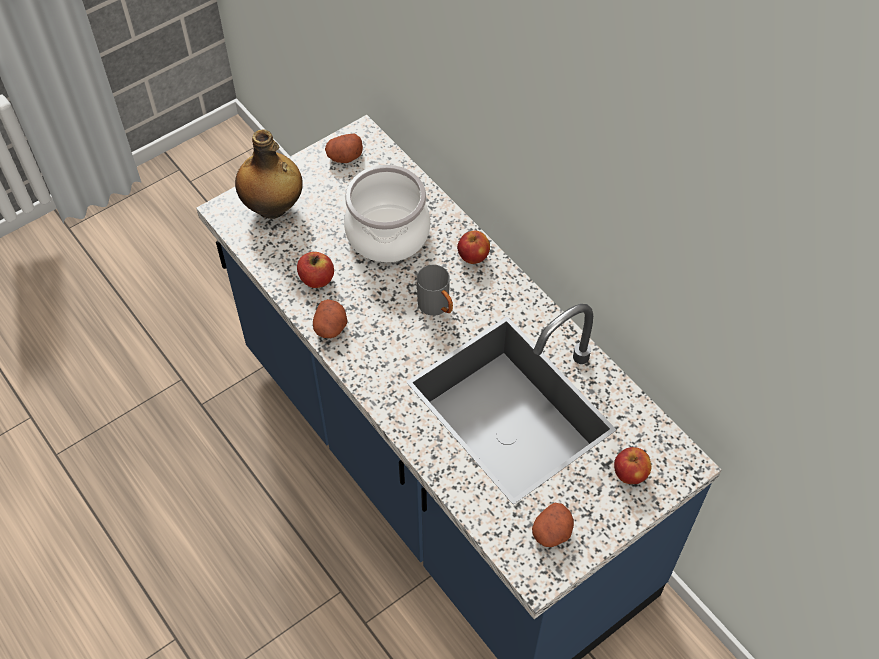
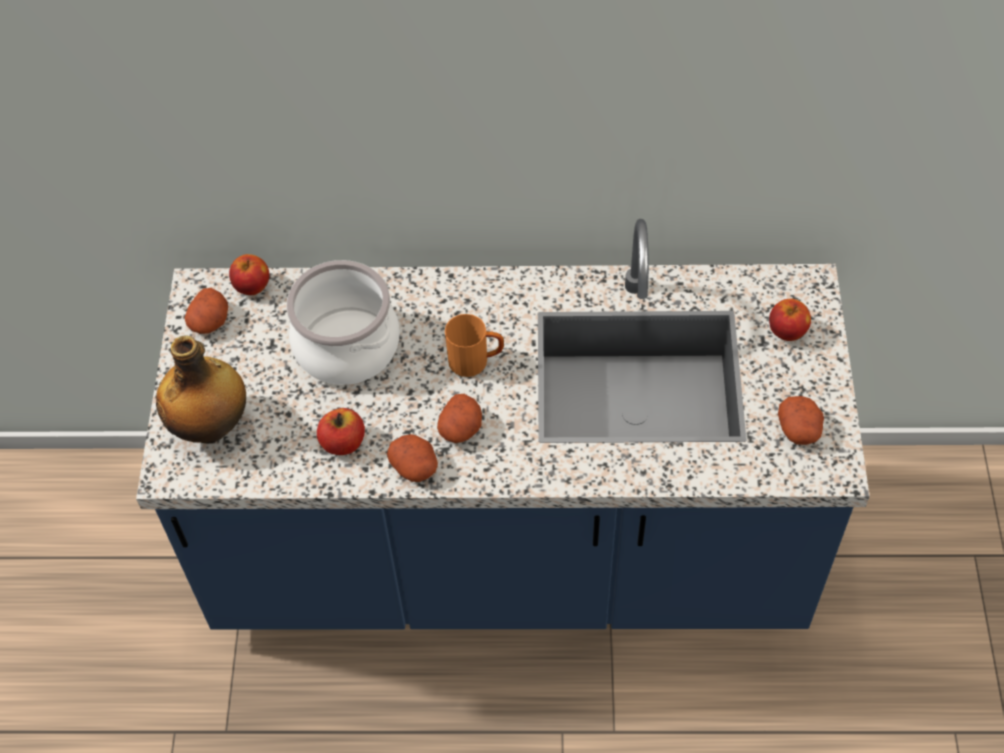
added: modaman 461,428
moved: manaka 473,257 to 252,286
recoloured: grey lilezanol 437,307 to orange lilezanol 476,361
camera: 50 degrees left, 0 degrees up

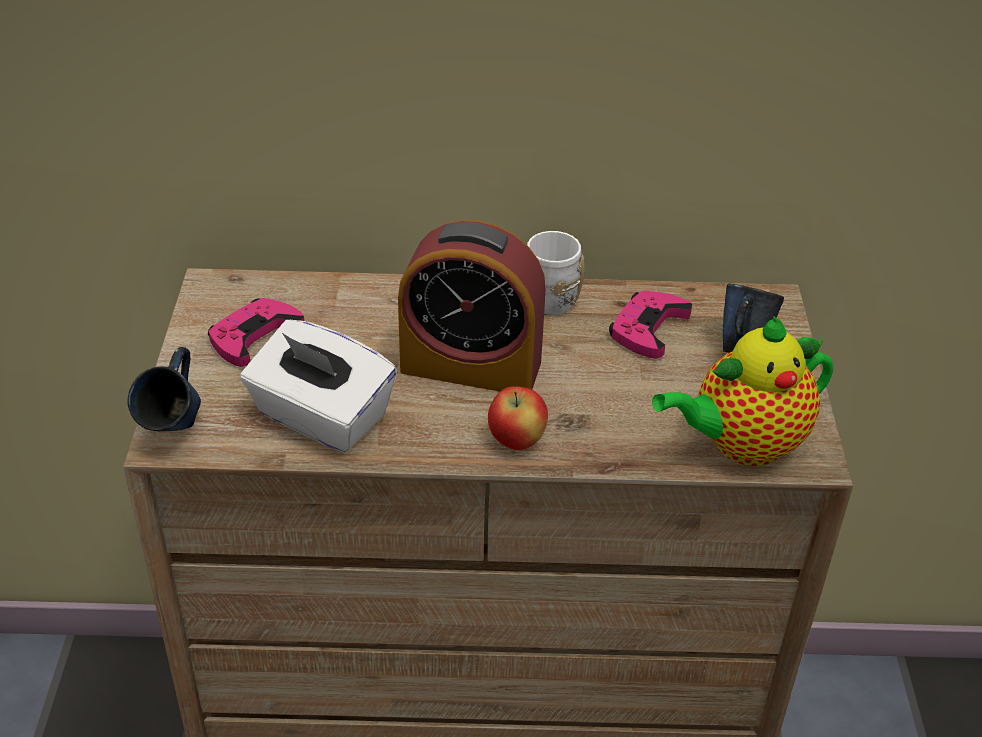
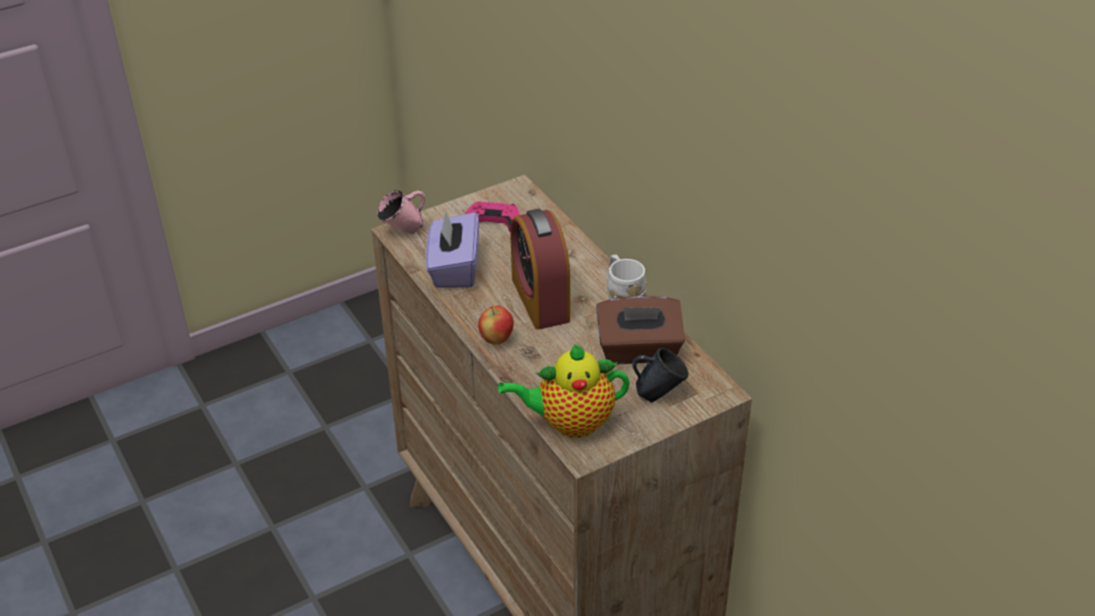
replaced: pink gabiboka 648,328 to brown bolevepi 639,351
recoloured: blue lilezanol 176,433 to pink lilezanol 404,232; white bolevepi 321,417 to purple bolevepi 454,269
turned: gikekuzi 741,444 = 570,422 45 degrees counterclockwise
camera: 60 degrees right, 0 degrees up

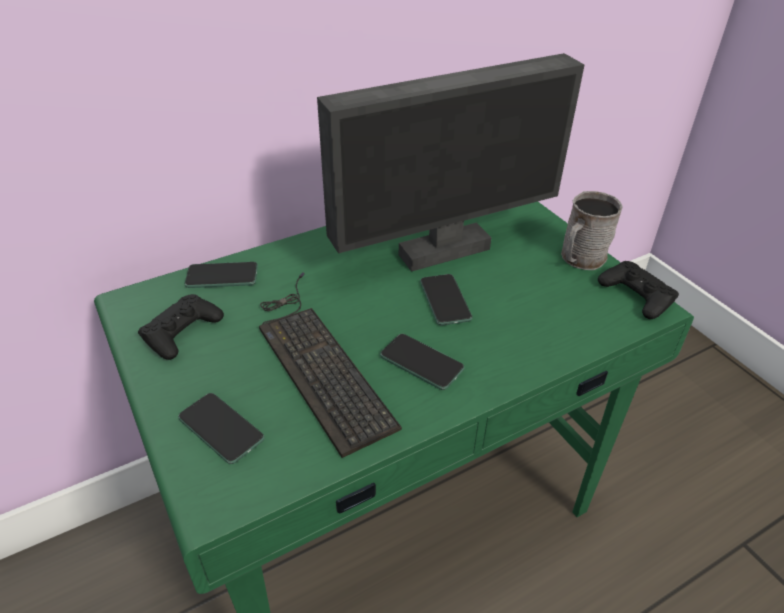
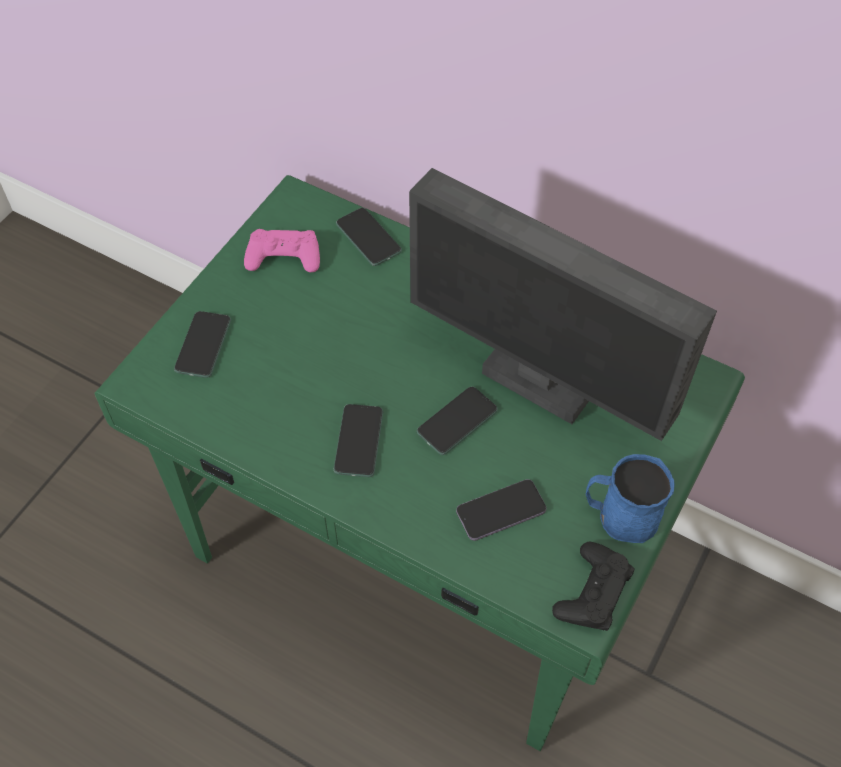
removed: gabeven 317,359
added: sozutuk 501,511
recoloured: black gabiboka 182,332 to pink gabiboka 284,256; grey lilezanol 580,259 to blue lilezanol 620,516
camera: 60 degrees right, 15 degrees up

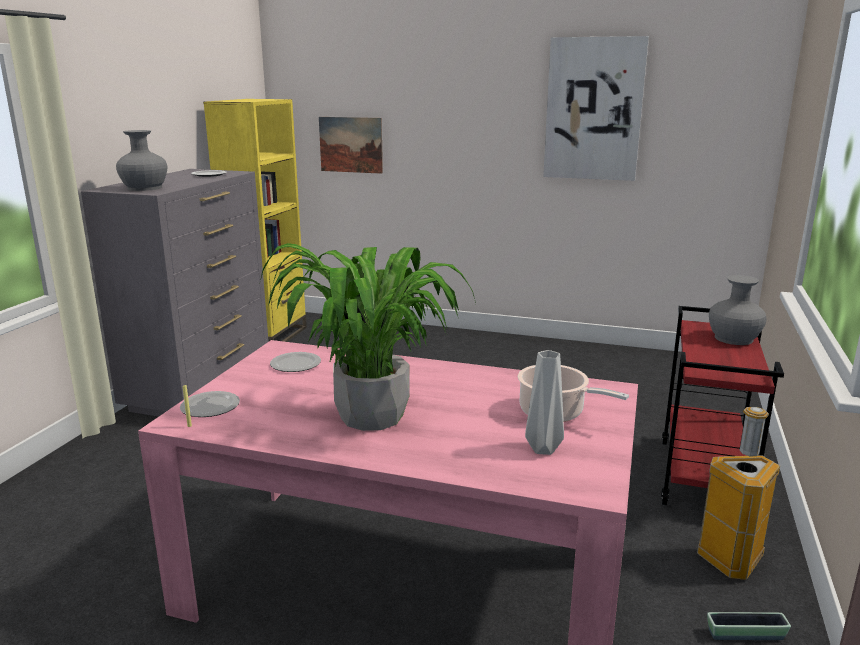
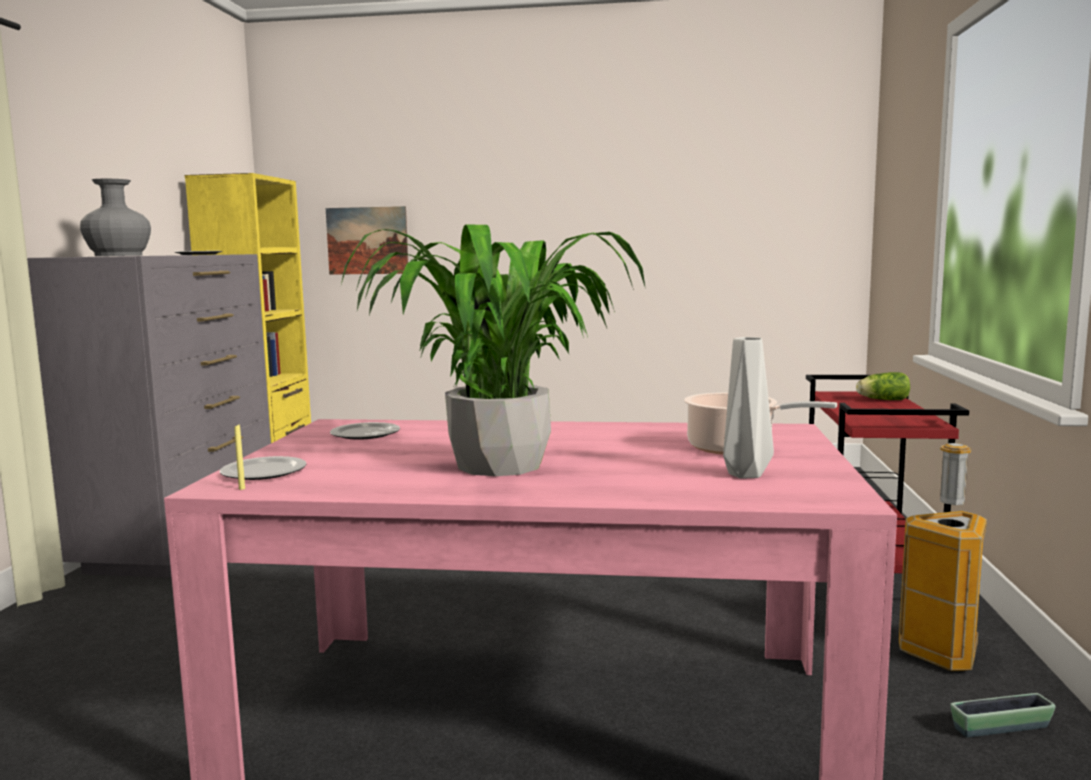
removed: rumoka 593,109
replaced: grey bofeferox 733,338 to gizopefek 881,400
camera: 10 degrees left, 10 degrees down

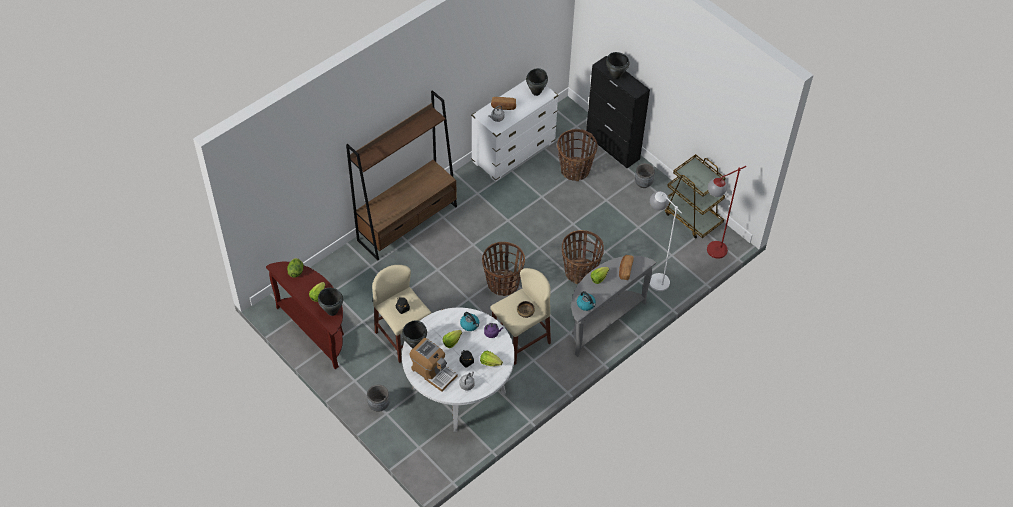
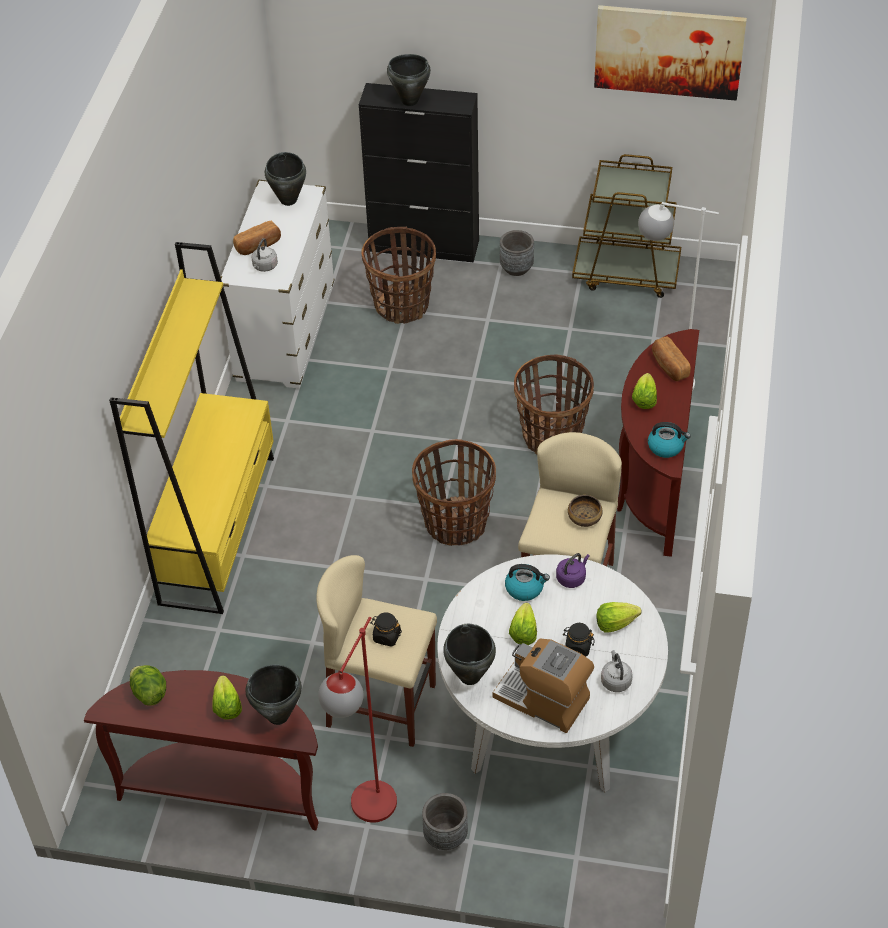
added: rumoka 668,51
moved: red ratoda 710,253 to 367,816
recoloured: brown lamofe 407,223 to yellow lamofe 218,528; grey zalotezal 602,321 to brown zalotezal 653,484
turned: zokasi 433,372 = 543,699 150 degrees counterclockwise
camera: 35 degrees left, 5 degrees down

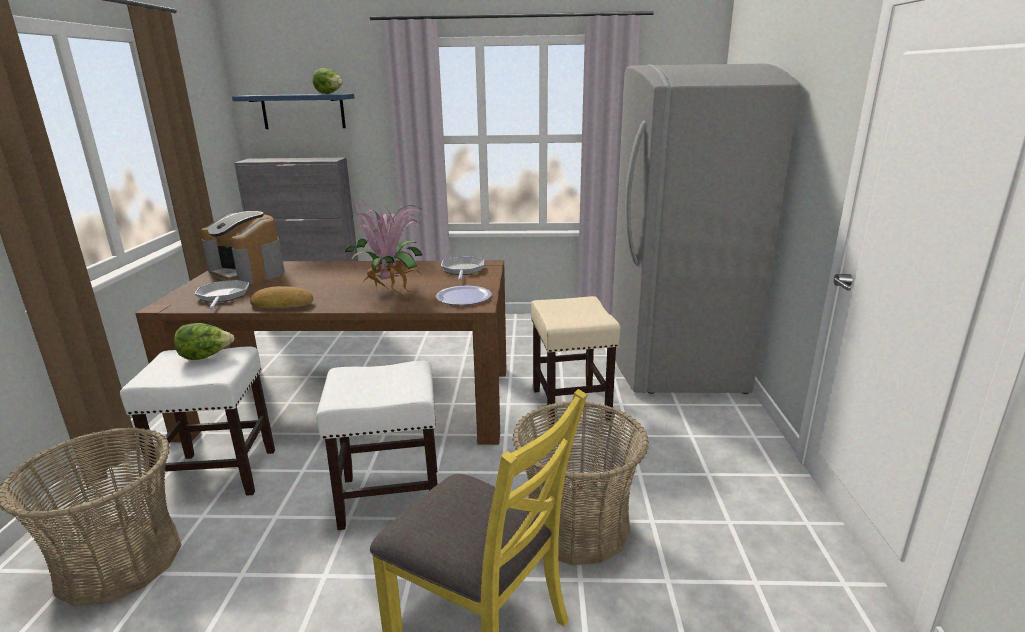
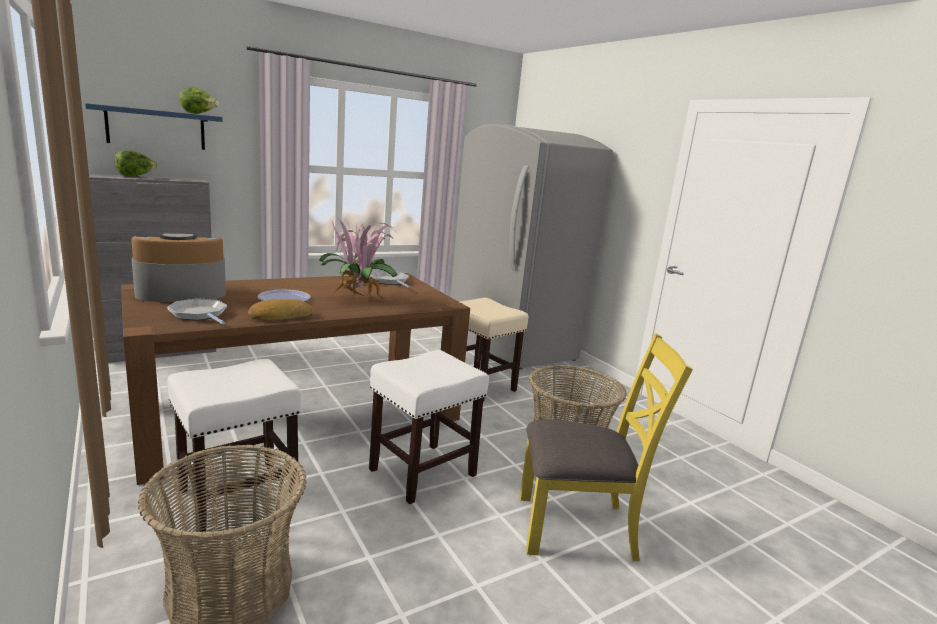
moved: gizopefek 206,357 to 135,176; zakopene 463,297 to 284,298
turned: zokasi 248,272 = 181,293 150 degrees clockwise
camera: 35 degrees left, 5 degrees down

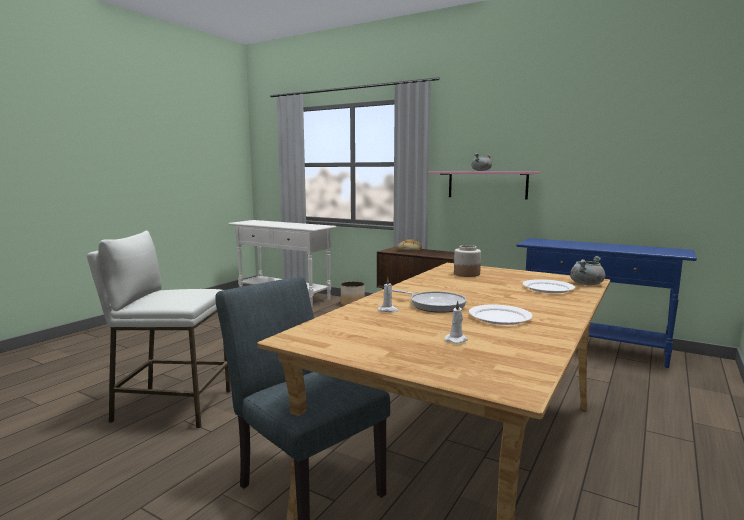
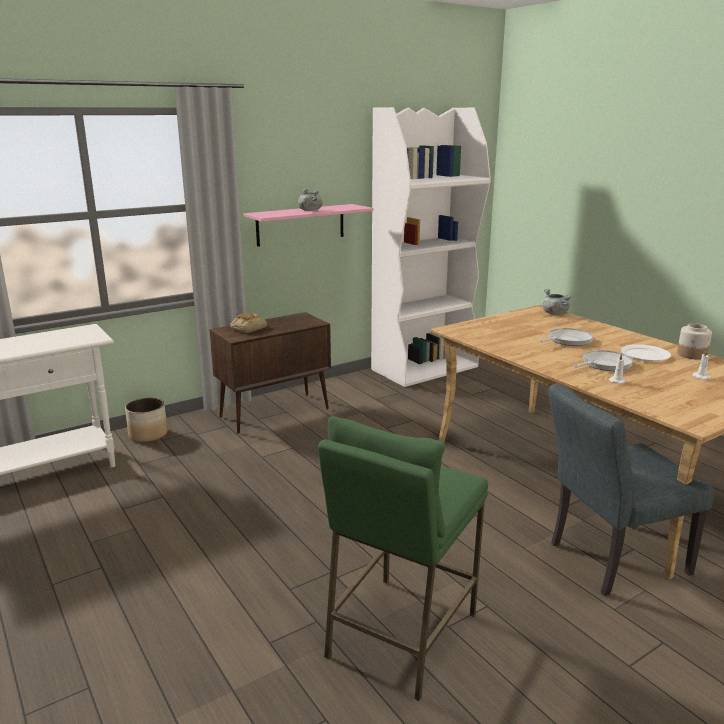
removed: white zakopene 547,288
added: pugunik 567,340
moved: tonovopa 466,274 to 692,355
replaced: blue zalotezal 593,347 to white lamofe 425,368
recoloured: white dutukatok 172,406 to green dutukatok 401,635
camera: 65 degrees left, 10 degrees up

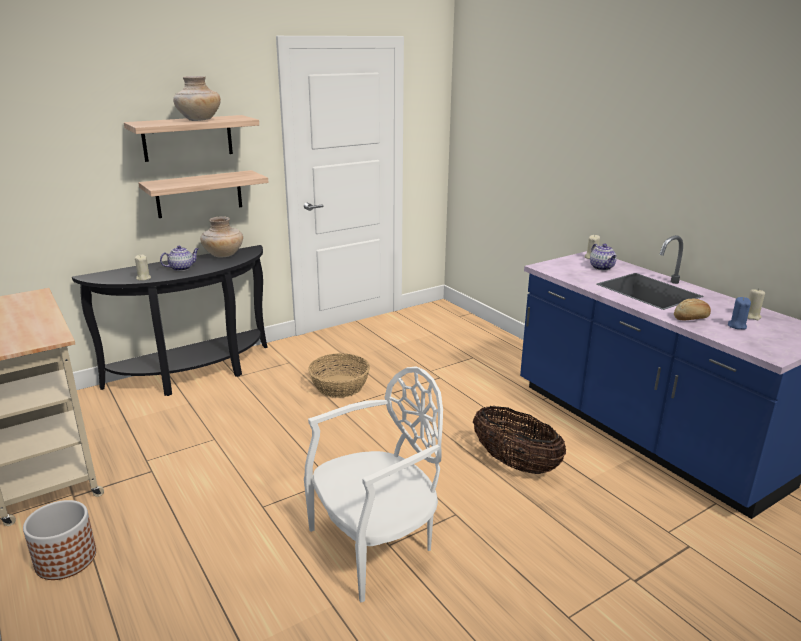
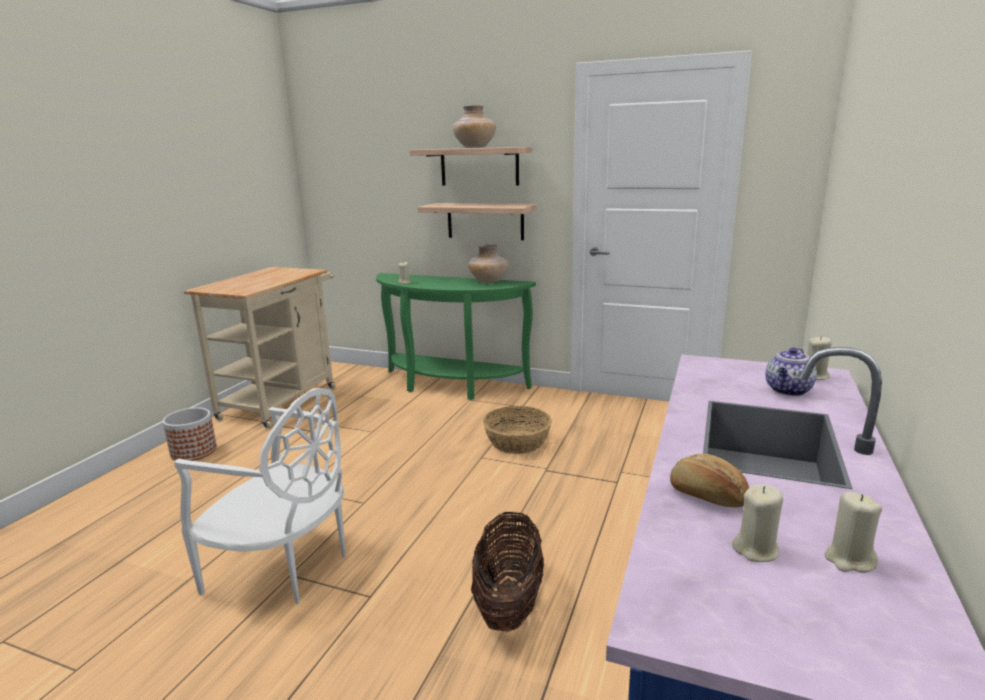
removed: gikekuzi 182,268
recoloured: black zalotezal 195,374 to green zalotezal 449,386; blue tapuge 736,326 to beige tapuge 755,549
camera: 55 degrees right, 5 degrees down

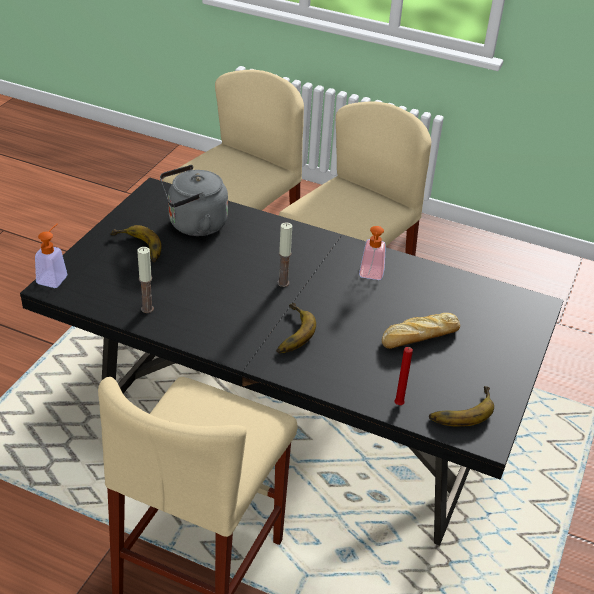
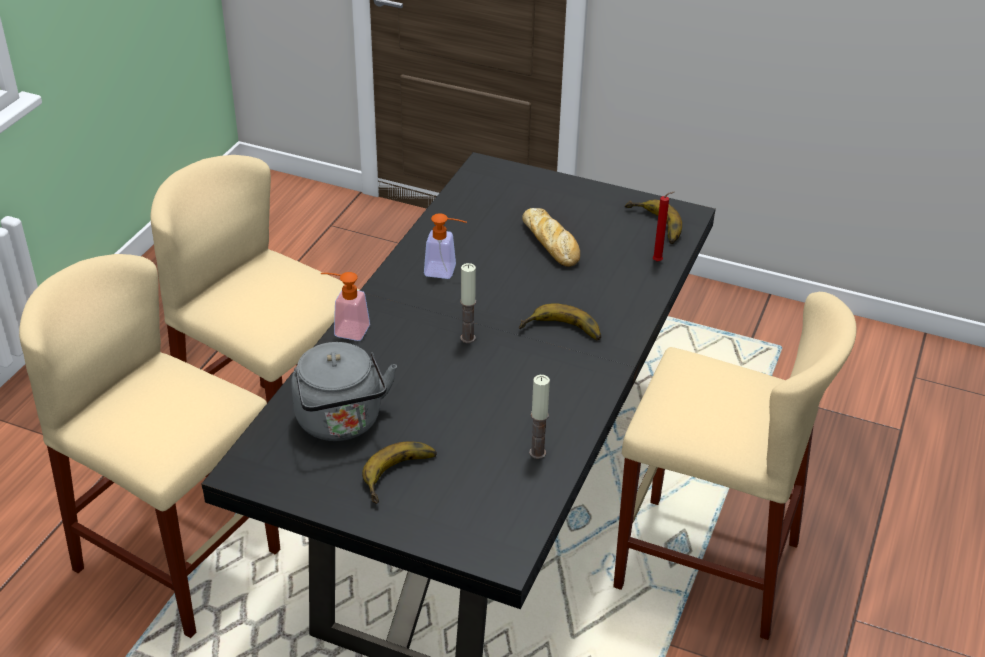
moved: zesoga 54,277 to 345,330
camera: 90 degrees left, 0 degrees up

